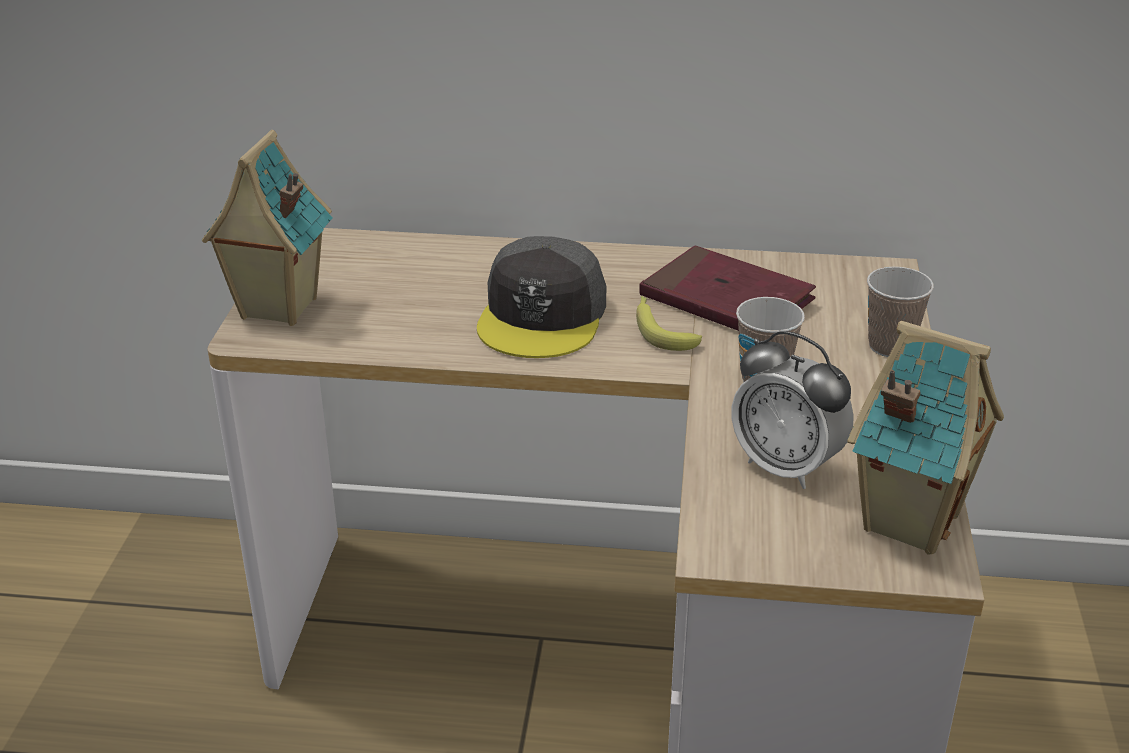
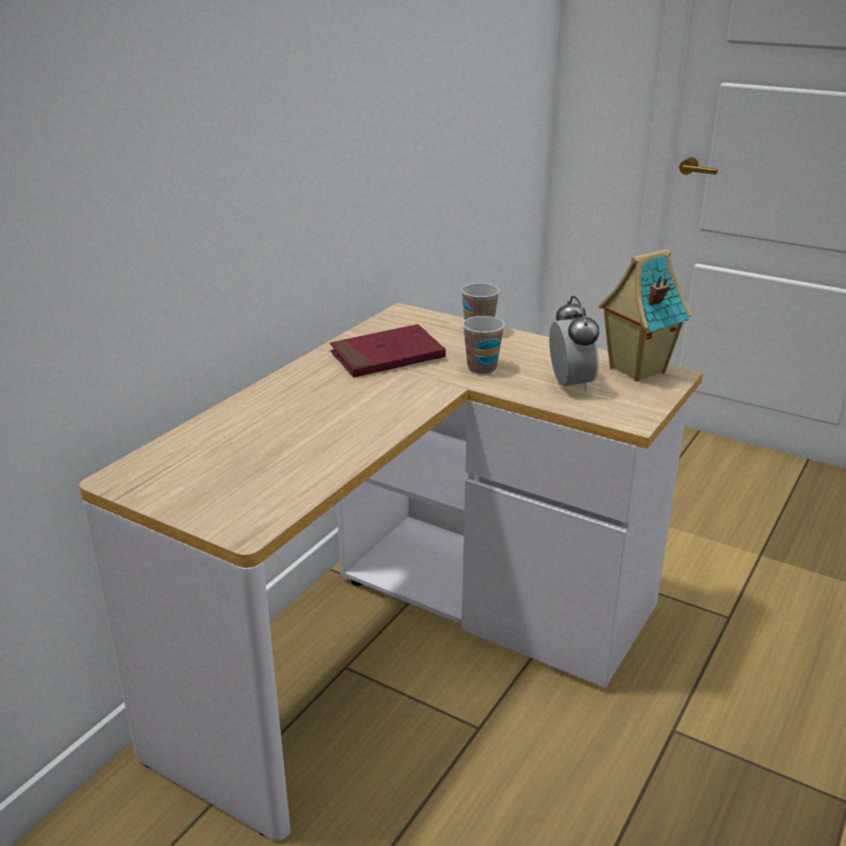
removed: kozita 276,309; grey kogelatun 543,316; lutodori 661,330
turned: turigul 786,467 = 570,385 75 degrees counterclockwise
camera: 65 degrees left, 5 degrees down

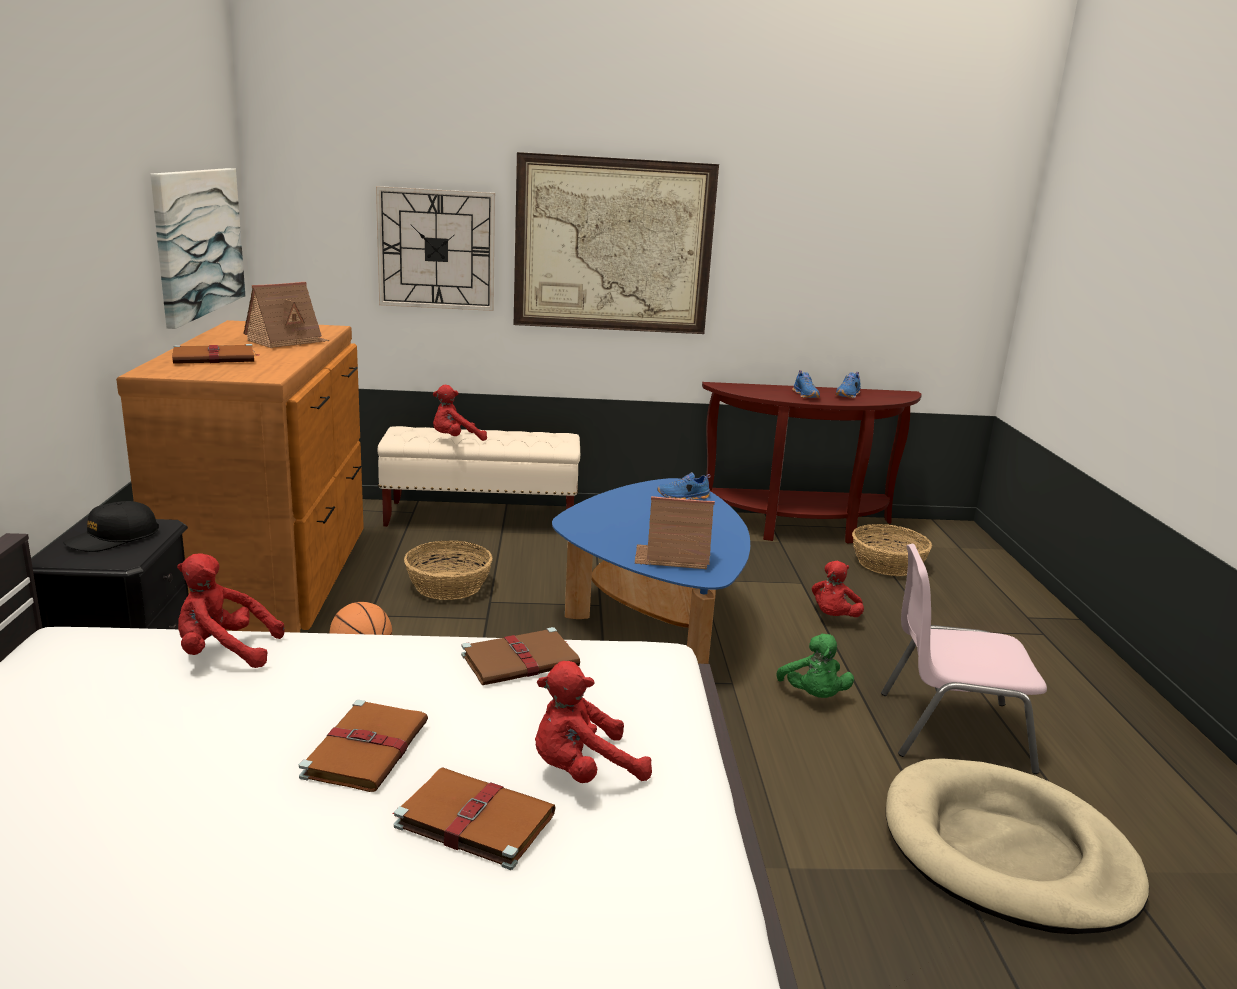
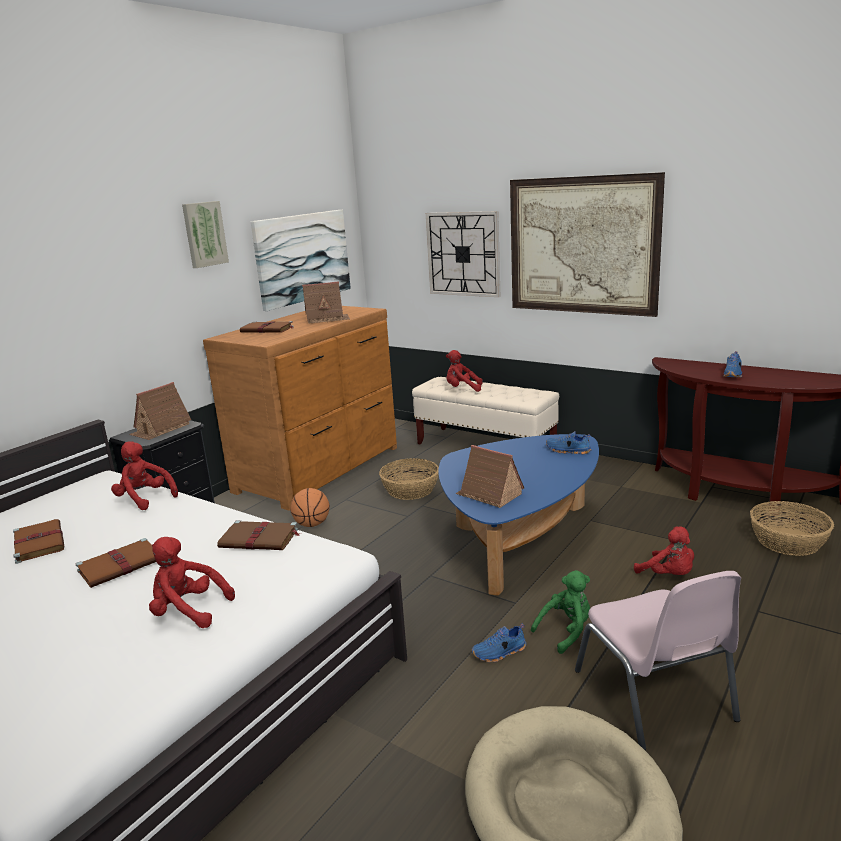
added: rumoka 204,234
moved: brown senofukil 472,820 to 39,542; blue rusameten 848,395 to 499,653
replaced: black kogelatun 113,539 to kozita 160,429
turned: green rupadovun 813,696 = 566,631 150 degrees counterclockwise; red rupadovun 834,617 = 668,575 105 degrees counterclockwise; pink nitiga 951,729 = 655,696 150 degrees counterclockwise
camera: 40 degrees right, 0 degrees up

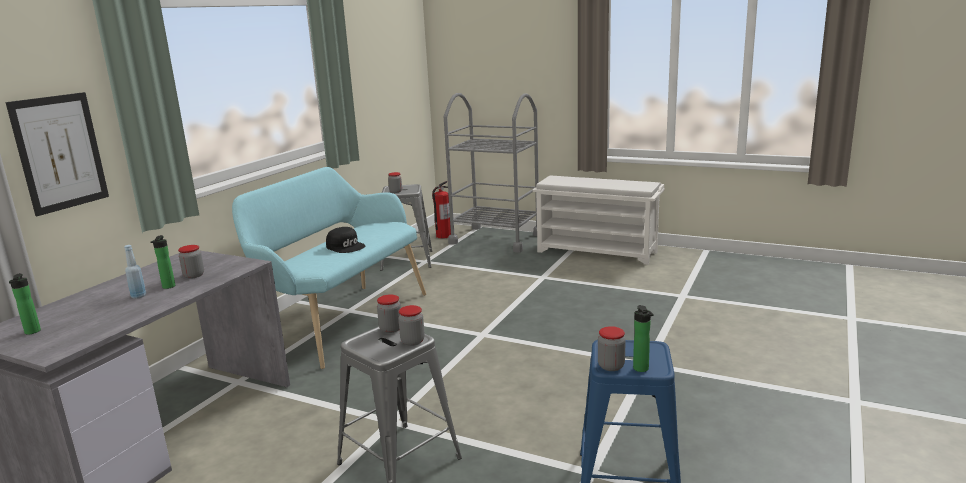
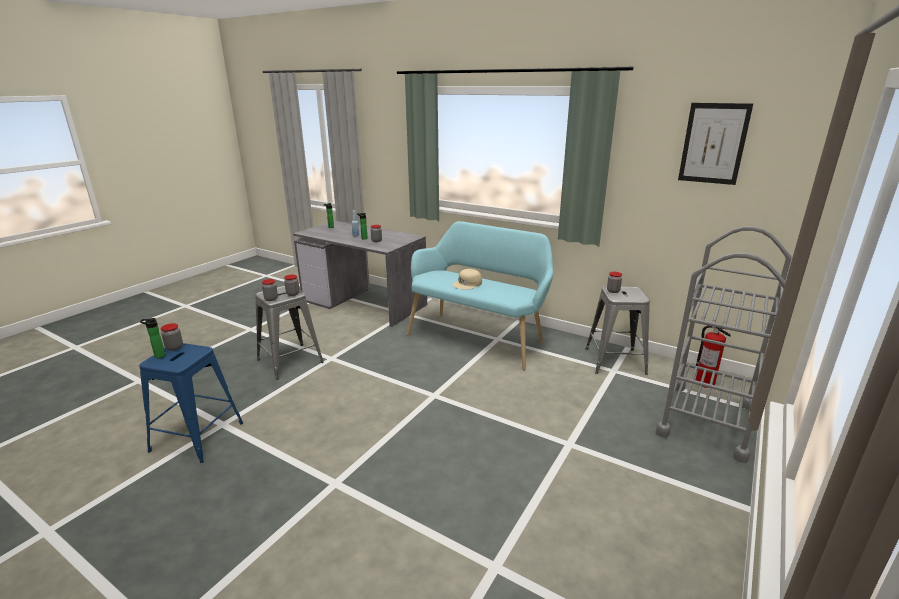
removed: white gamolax 598,252
moved: rumoka 60,152 to 713,143
recoloured: black kogelatun 346,246 to beige kogelatun 467,284
camera: 95 degrees right, 5 degrees up

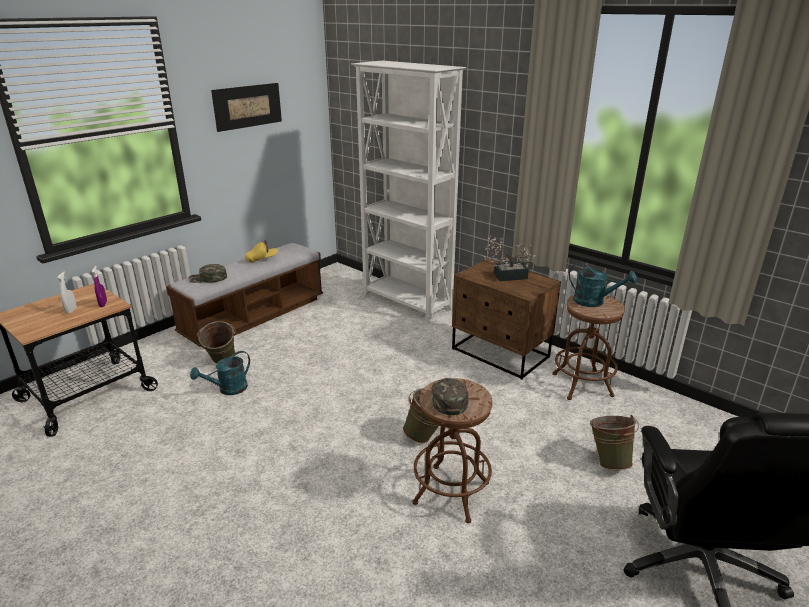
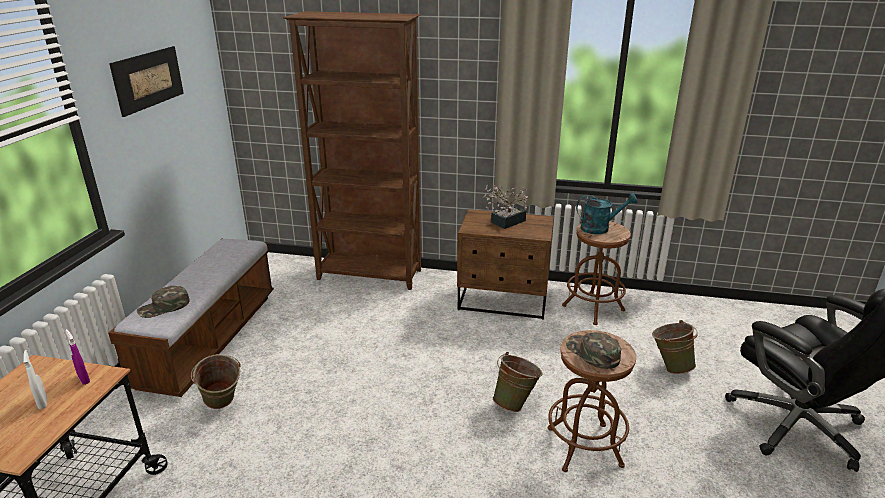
removed: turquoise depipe 228,389; yellow kogelatun 262,259
recoloured: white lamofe 407,302 to brown lamofe 370,275
camera: 30 degrees left, 0 degrees up

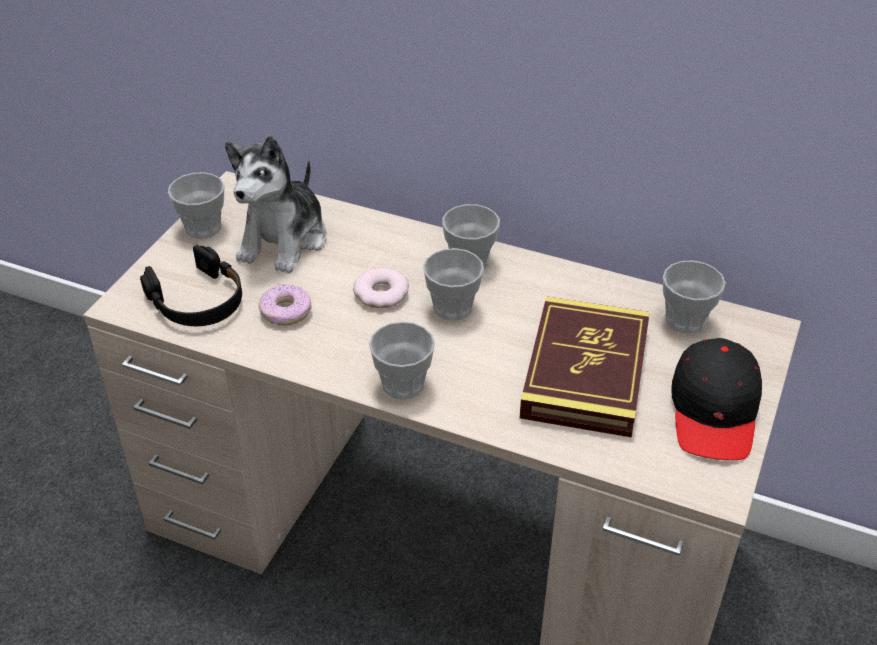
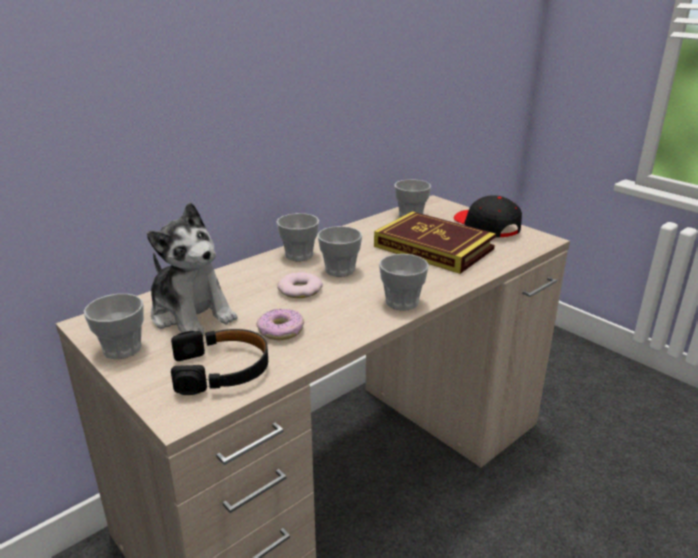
turned: black kogelatun 714,411 = 486,226 150 degrees counterclockwise
camera: 65 degrees left, 15 degrees down

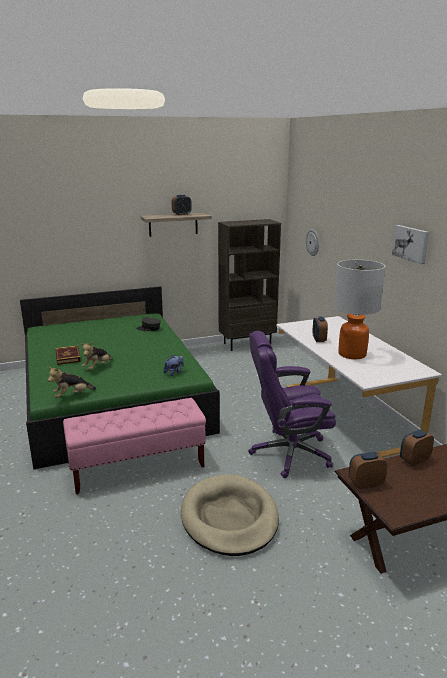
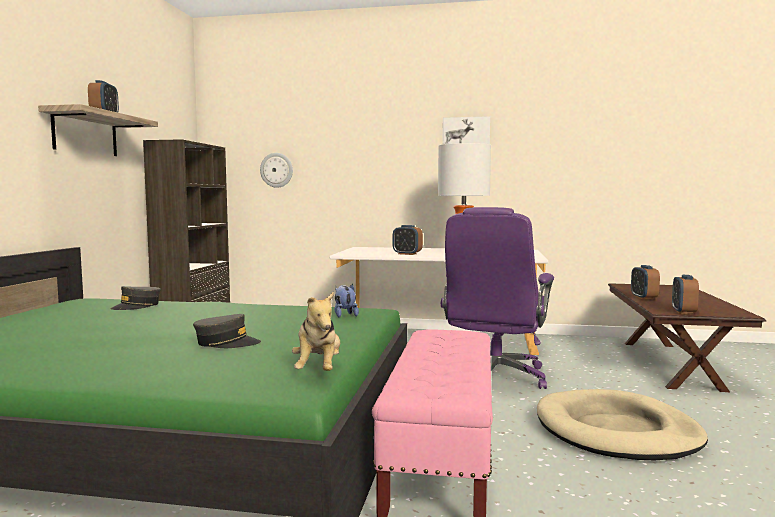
removed: senofukil 68,357
replaced: rupadovun 97,367 to grey kogelatun 226,343
camera: 60 degrees left, 15 degrees down

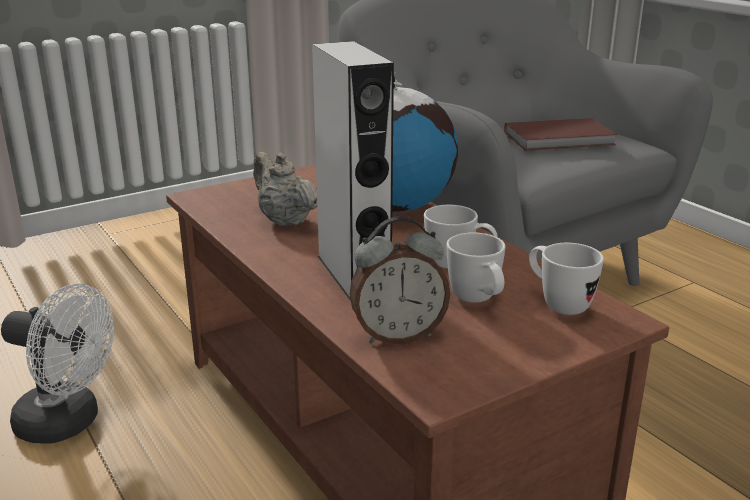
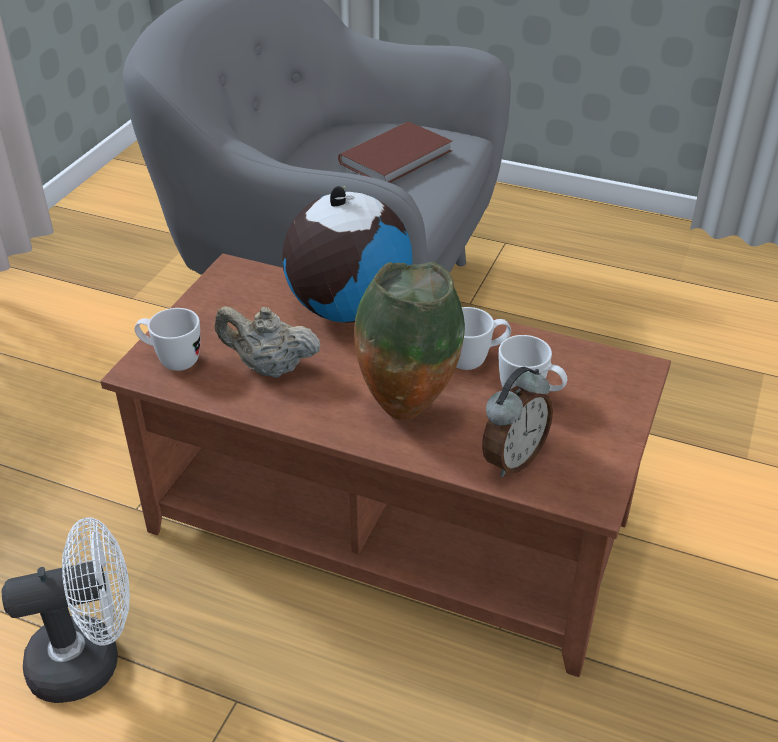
moved: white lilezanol 557,303 to 171,360
replaced: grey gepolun 353,274 to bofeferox 406,408
camera: 35 degrees left, 15 degrees up

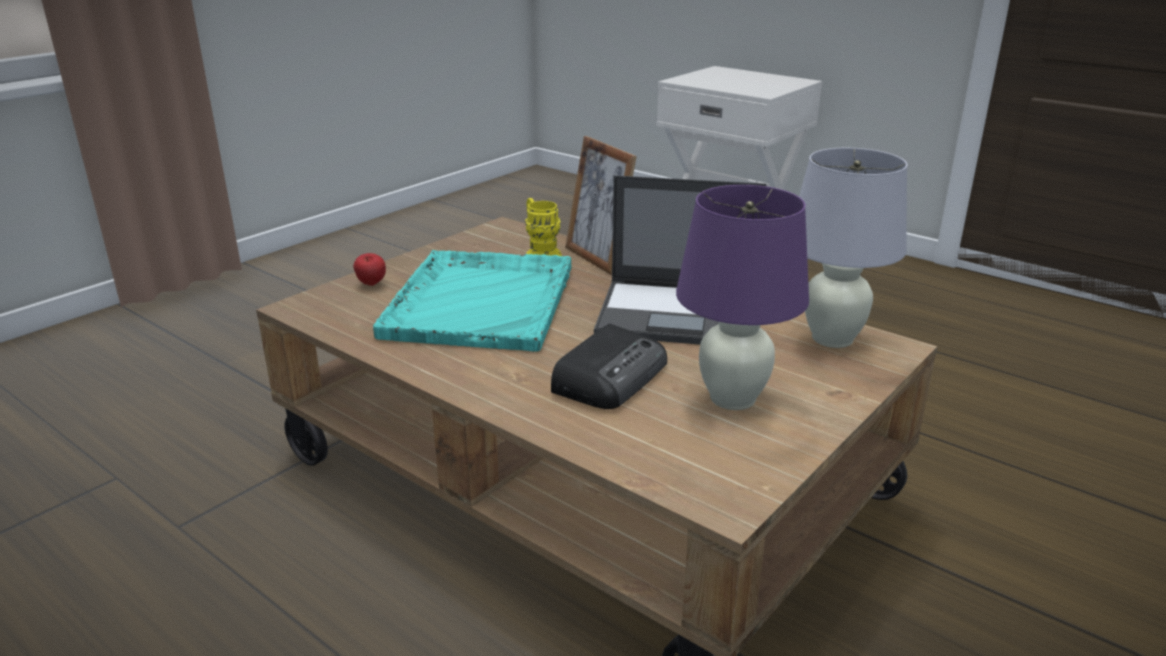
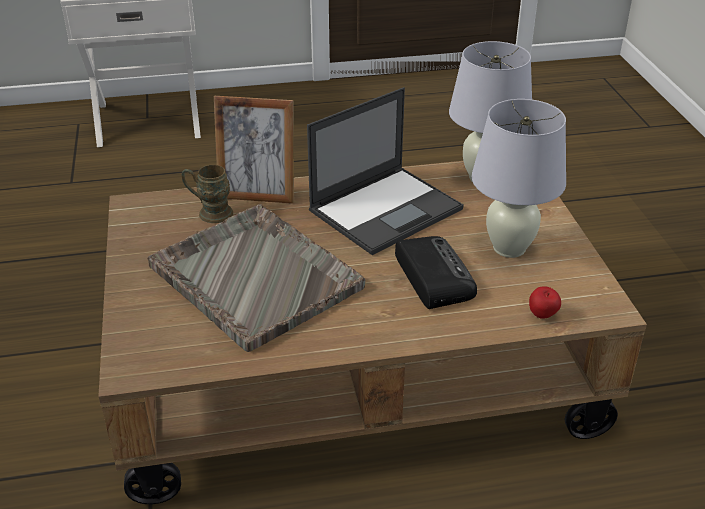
moved: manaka 371,285 to 542,316
recoloured: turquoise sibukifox 482,301 to grey sibukifox 254,276; yellow lilezanol 540,253 to brown lilezanol 209,212; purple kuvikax 733,398 to white kuvikax 509,248
camera: 50 degrees left, 10 degrees up

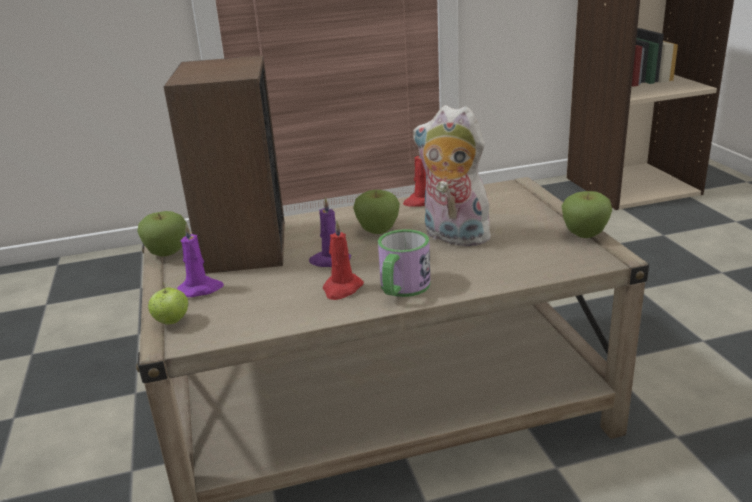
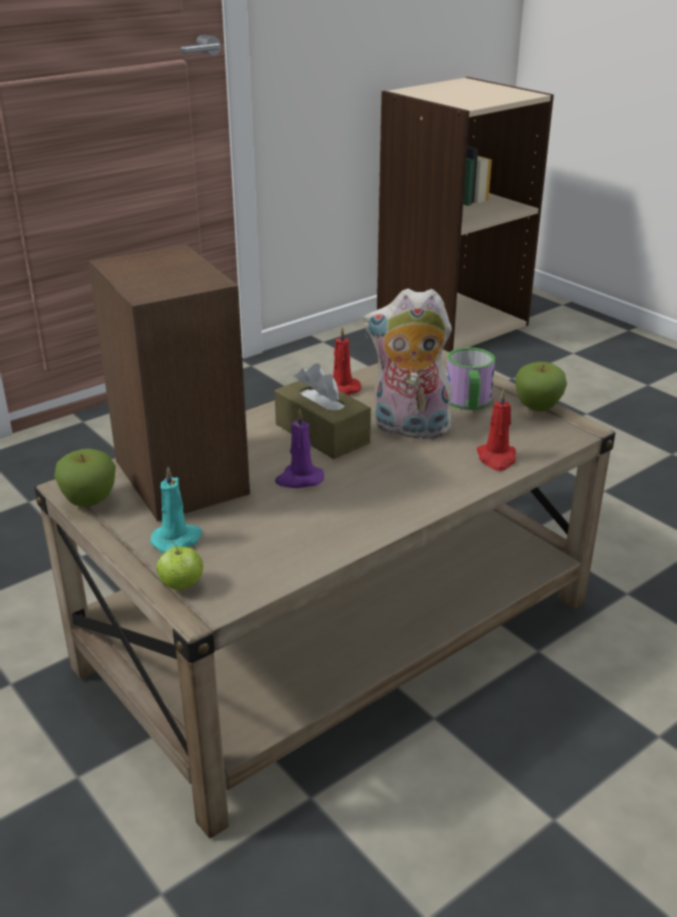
moved: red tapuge 342,289 to 497,458; lilezanol 401,289 to 469,403
replaced: manaka 378,231 to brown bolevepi 322,433
recoloured: purple tapuge 201,289 to turquoise tapuge 178,540
camera: 25 degrees left, 5 degrees up

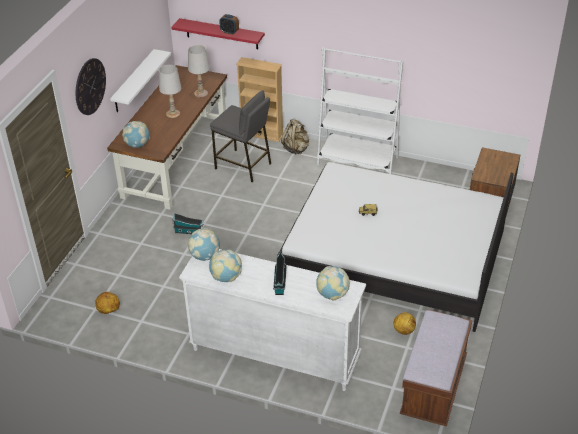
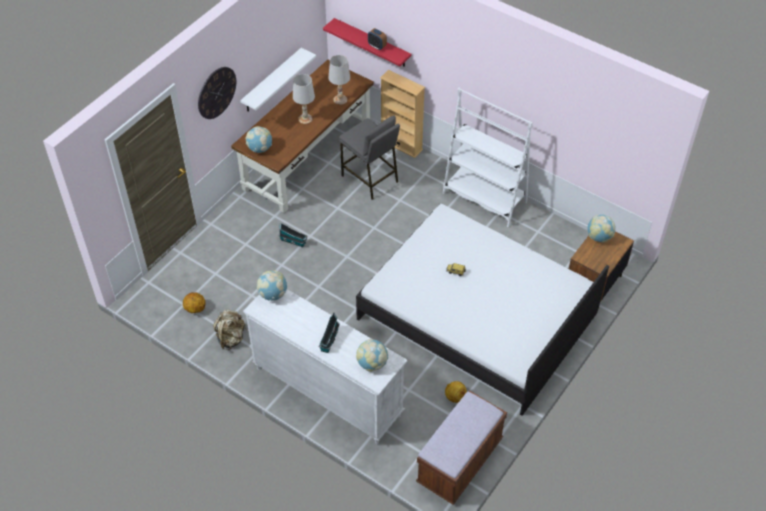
moved: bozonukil 226,277 to 599,237; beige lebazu 296,148 to 231,338
camera: 15 degrees right, 10 degrees up

